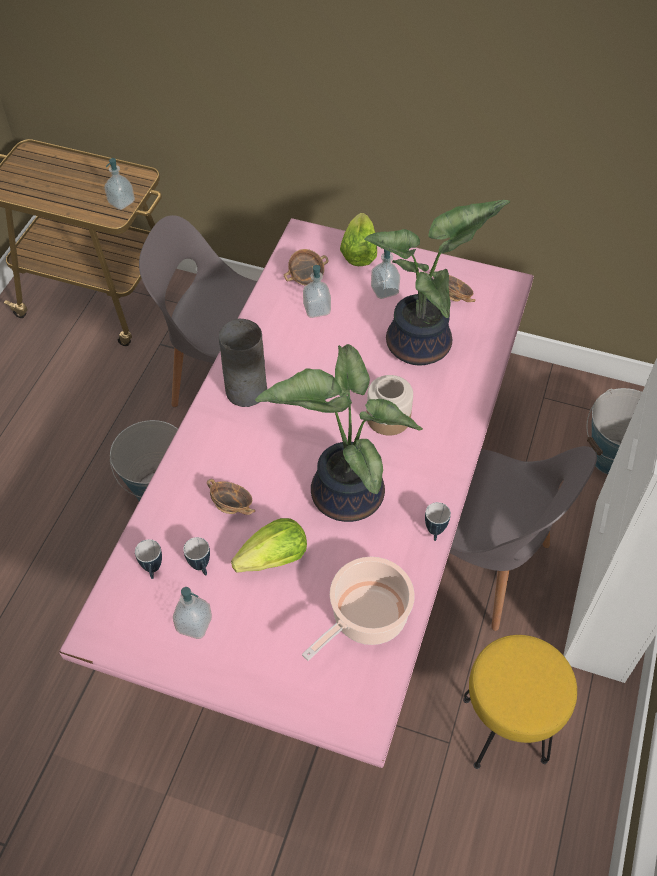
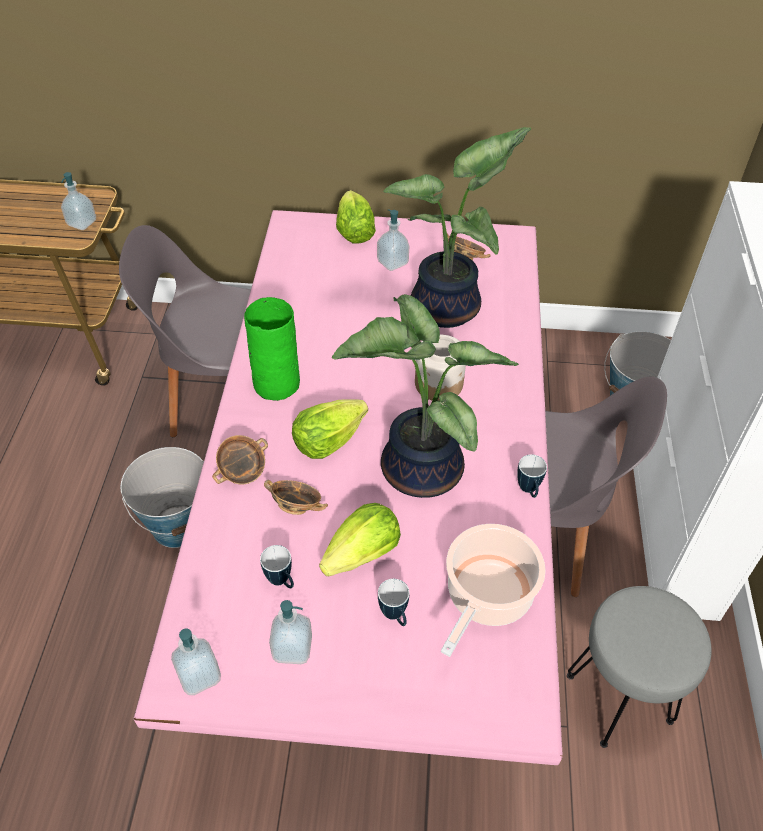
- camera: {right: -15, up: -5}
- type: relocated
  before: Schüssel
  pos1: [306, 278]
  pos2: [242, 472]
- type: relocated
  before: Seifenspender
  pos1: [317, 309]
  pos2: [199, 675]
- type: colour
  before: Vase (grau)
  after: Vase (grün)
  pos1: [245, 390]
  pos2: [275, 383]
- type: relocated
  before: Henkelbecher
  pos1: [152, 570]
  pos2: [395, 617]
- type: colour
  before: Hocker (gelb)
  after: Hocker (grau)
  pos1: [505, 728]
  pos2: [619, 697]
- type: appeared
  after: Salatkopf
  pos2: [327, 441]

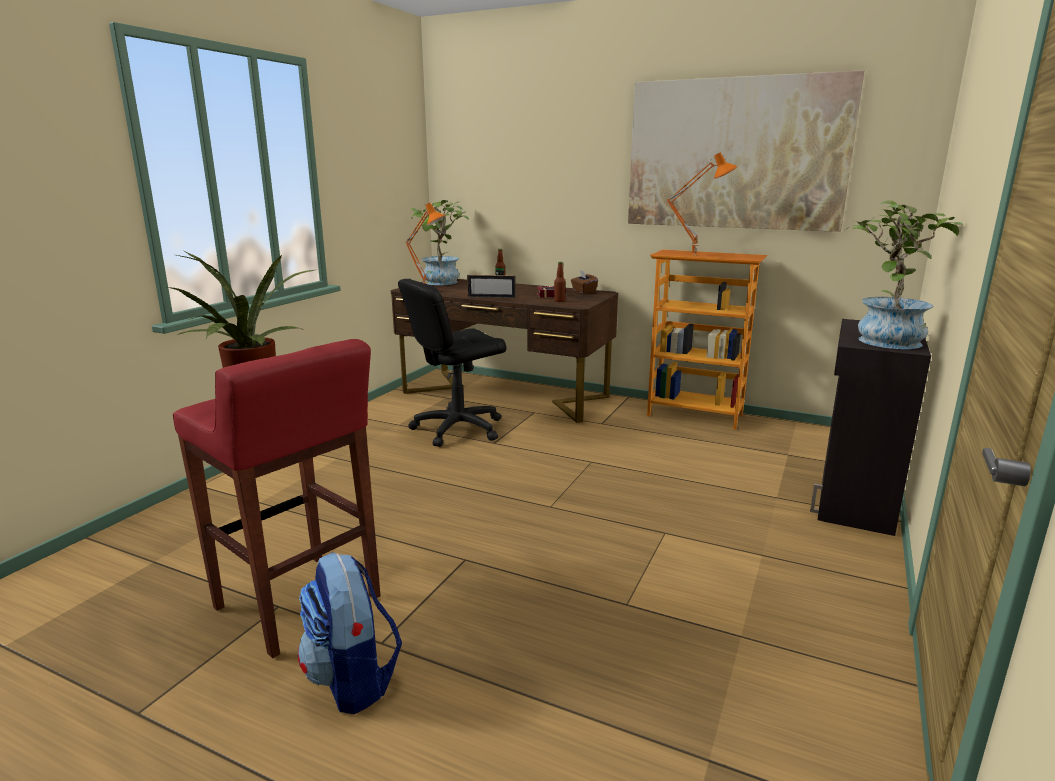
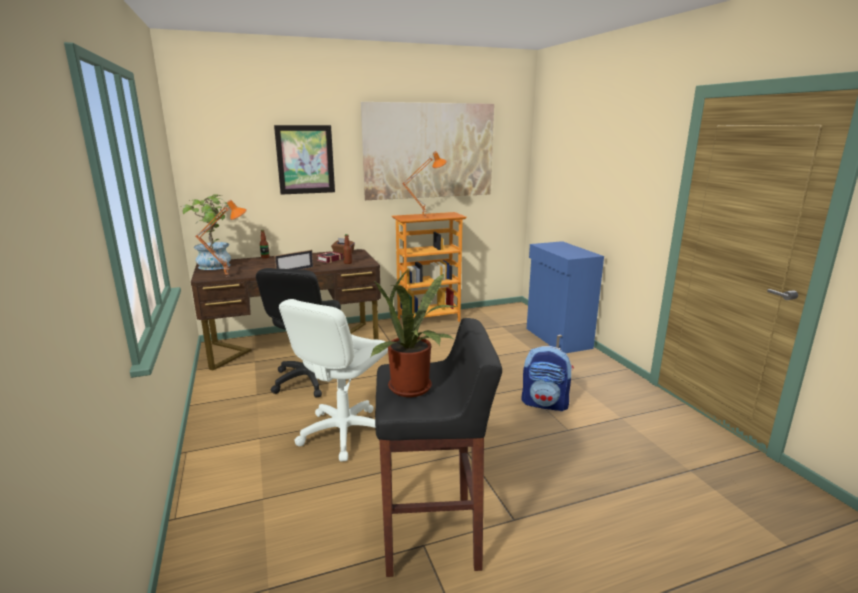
- camera: {right: -45, up: 0}
- type: missing
  before: Topfpflanze
  pos1: [885, 339]
- type: colour
  before: Schrank (schwarz)
  after: Schrank (blau)
  pos1: [853, 499]
  pos2: [557, 338]
- type: colour
  before: Hocker (rot)
  after: Hocker (schwarz)
  pos1: [299, 604]
  pos2: [432, 535]
- type: relocated
  before: Rucksack
  pos1: [353, 679]
  pos2: [545, 403]
- type: appeared
  after: Bild
  pos2: [305, 159]
- type: appeared
  after: Bürostuhl (weiß)
  pos2: [343, 432]

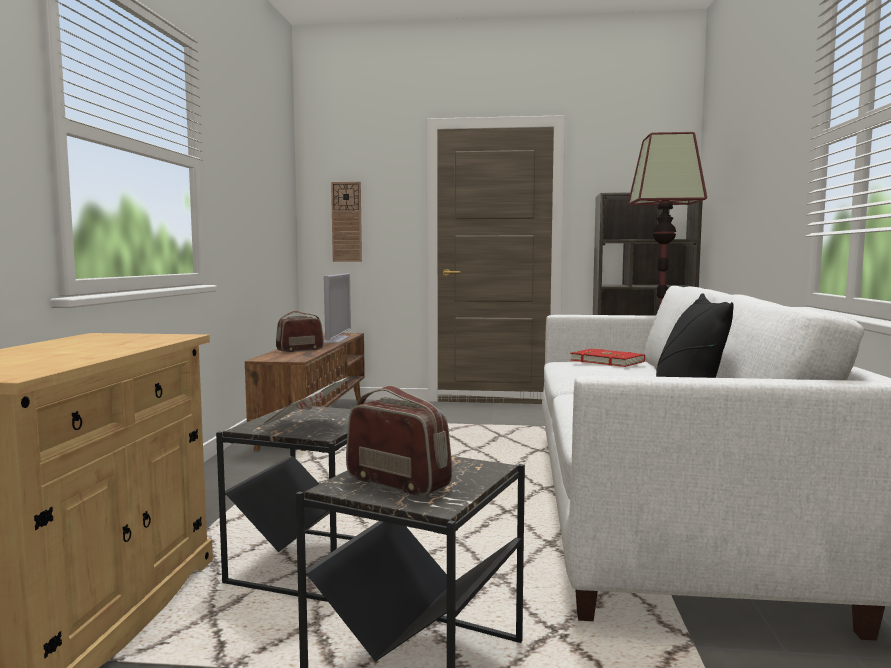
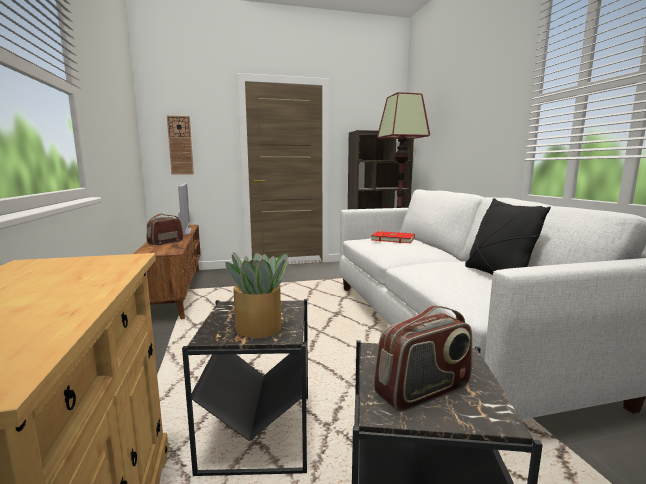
- camera: {right: -20, up: 5}
- type: exchanged
  before: Zeitung
  after: Topfpflanze
  pos1: [304, 427]
  pos2: [259, 328]
- type: spun
  before: Radio
  pos1: [398, 482]
  pos2: [423, 391]
  turn: 135

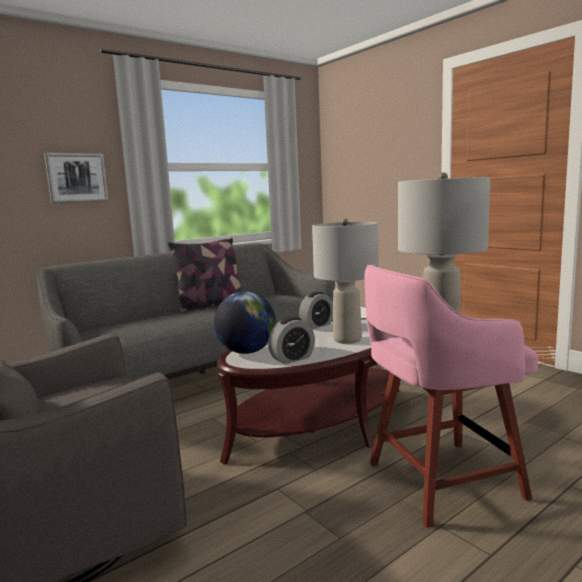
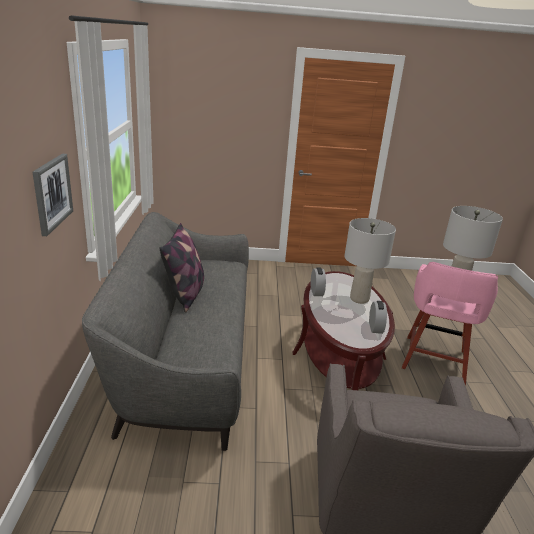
- camera: {right: -55, up: 15}
- type: missing
  before: Globus
  pos1: [247, 352]

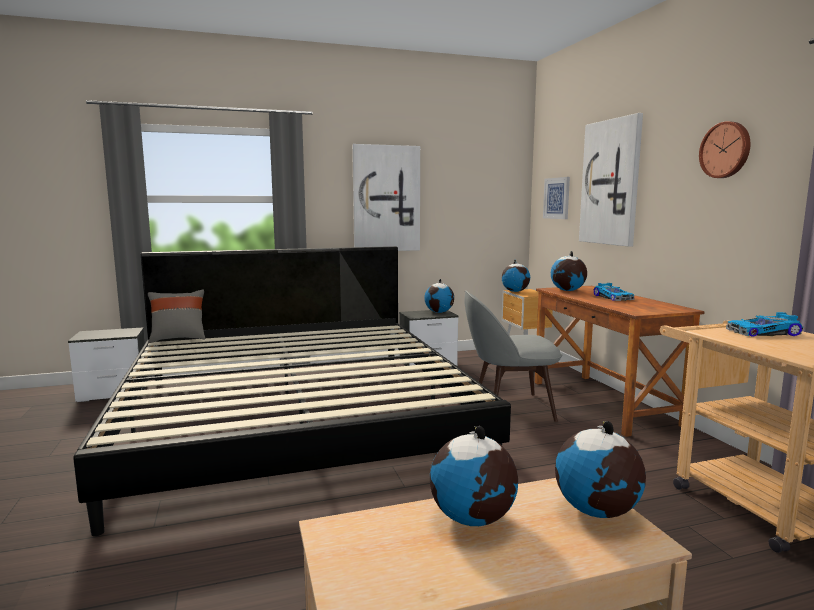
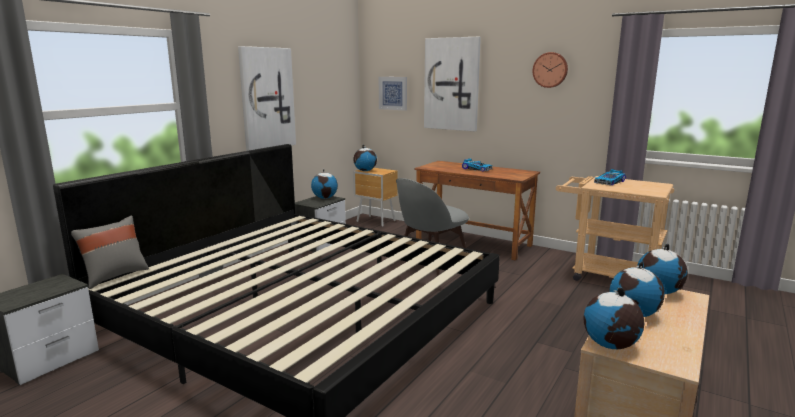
- camera: {right: -40, up: 5}
- type: relocated
  before: Globus
  pos1: [567, 290]
  pos2: [610, 345]

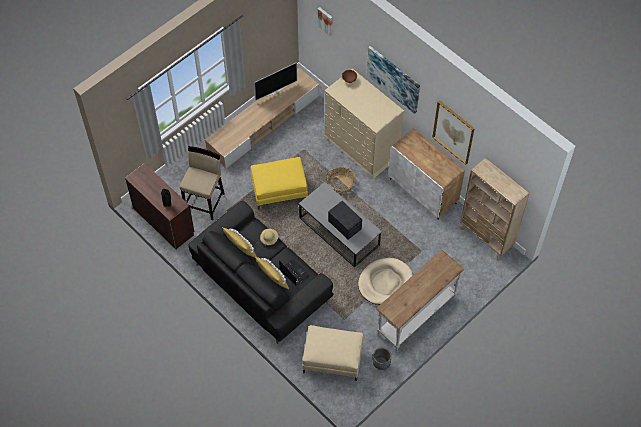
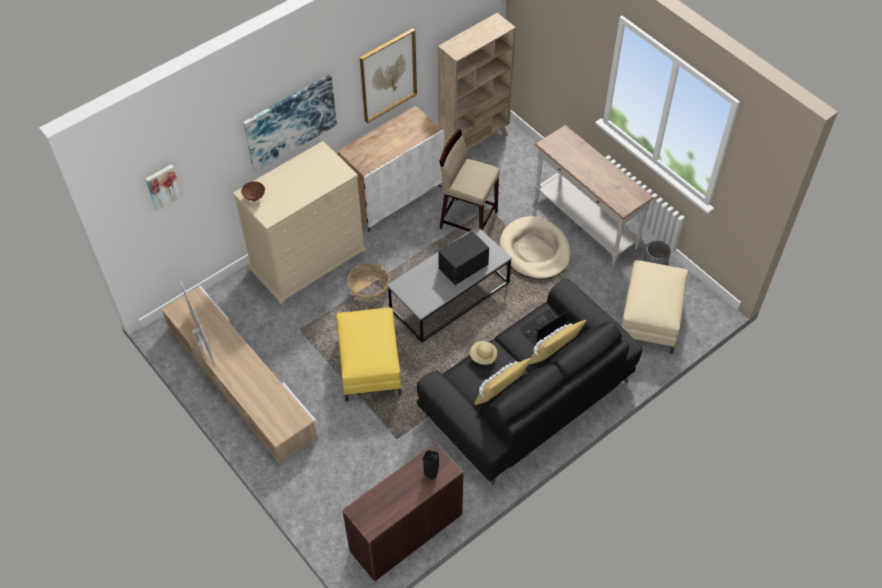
- camera: {right: -85, up: -5}
- type: relocated
  before: Hocker (beige)
  pos1: [205, 202]
  pos2: [468, 219]

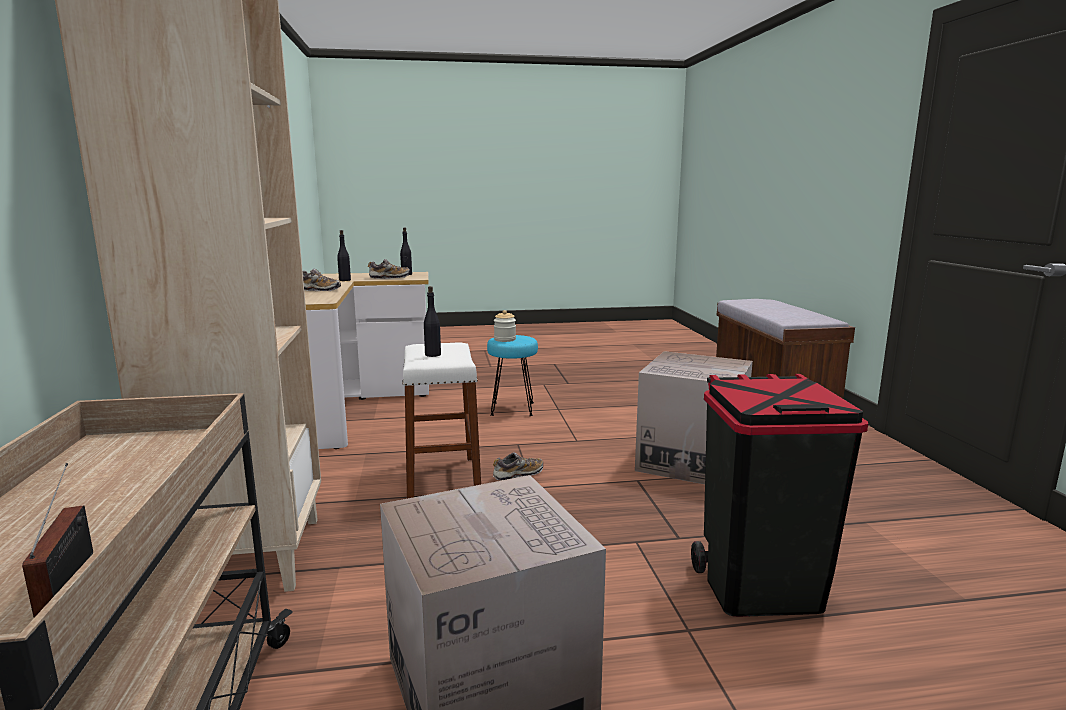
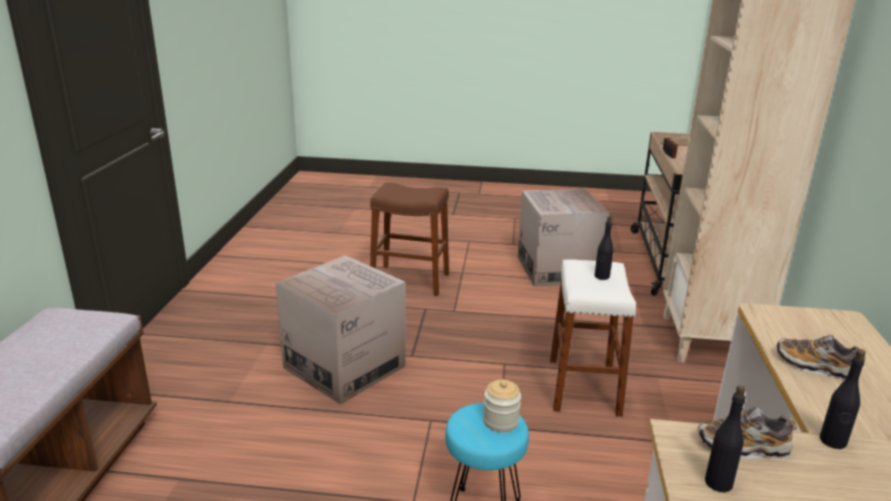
- camera: {right: -165, up: 10}
- type: exchanged
  before: Mülleimer (schwarz)
  after: Hocker (braun)
  pos1: [759, 588]
  pos2: [410, 280]
- type: missing
  before: Schuh
  pos1: [518, 475]

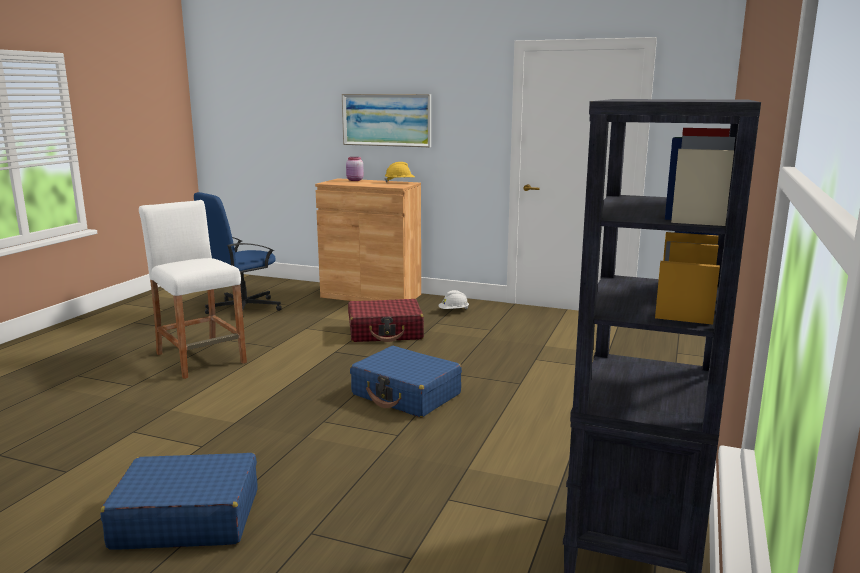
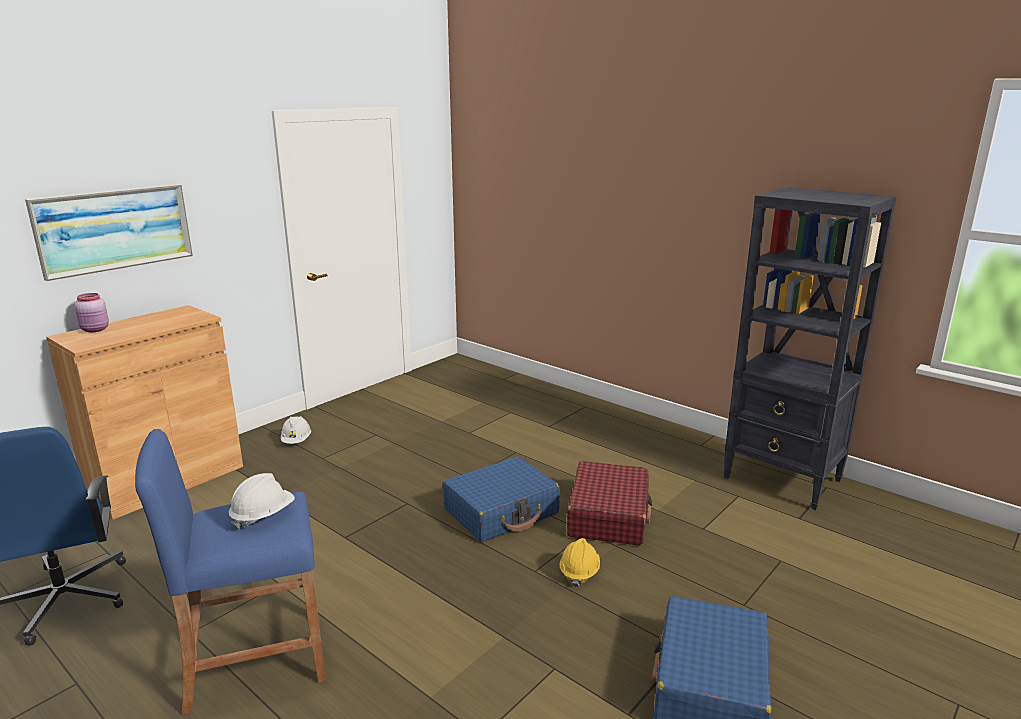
- camera: {right: -70, up: 5}
- type: relocated
  before: Schutzhelm (gelb)
  pos1: [400, 182]
  pos2: [579, 572]
- type: colour
  before: Hocker (weiß)
  after: Hocker (blau)
  pos1: [200, 358]
  pos2: [255, 660]
- type: relocated
  before: Koffer (rot)
  pos1: [385, 332]
  pos2: [609, 515]
- type: appeared
  after: Schutzhelm (weiß)
  pos2: [263, 515]

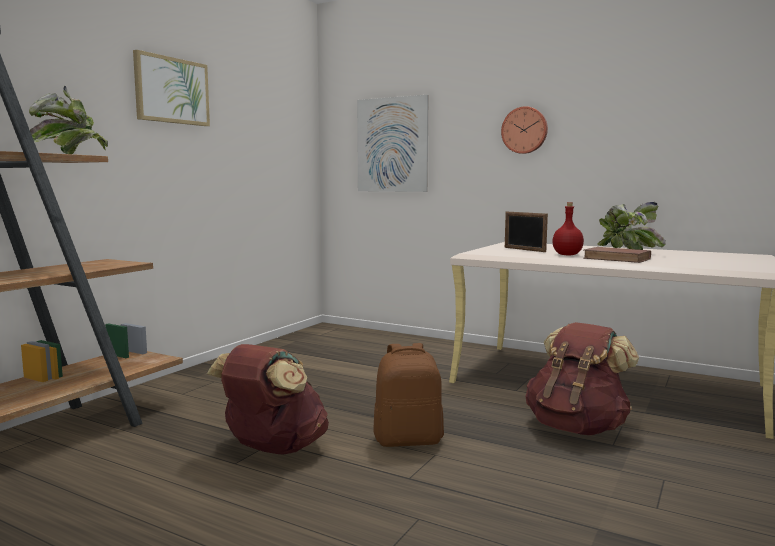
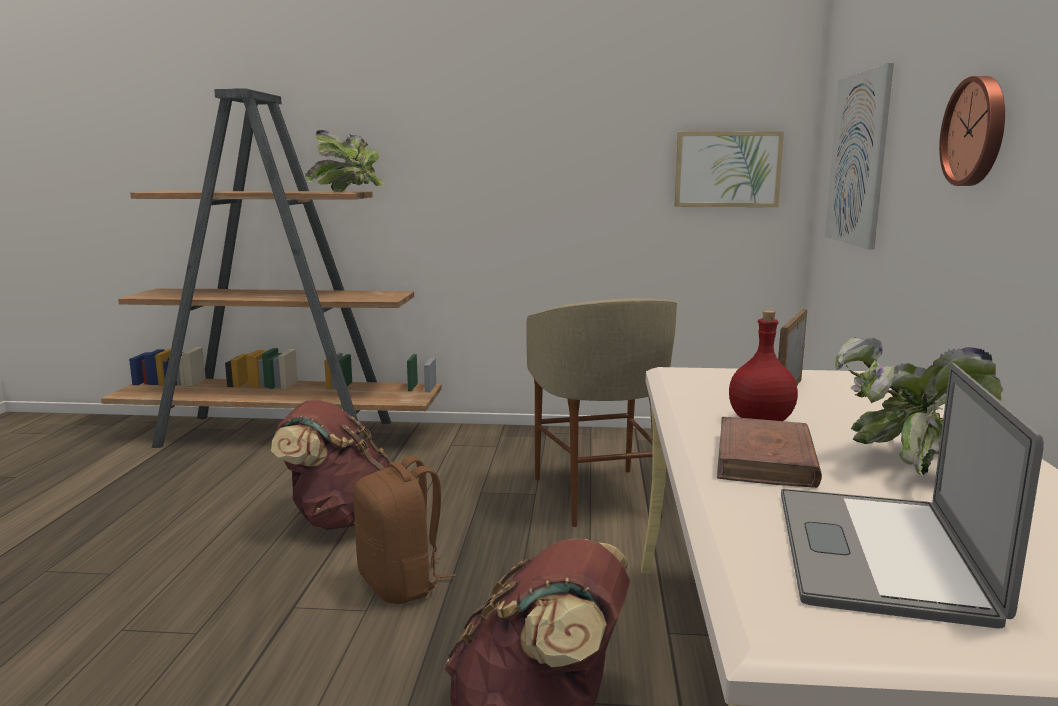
- camera: {right: 65, up: 5}
- type: relocated
  before: Bild
  pos1: [172, 90]
  pos2: [727, 169]
- type: appeared
  after: Hocker (beige)
  pos2: [599, 497]
- type: appeared
  after: Laptop
  pos2: [878, 552]

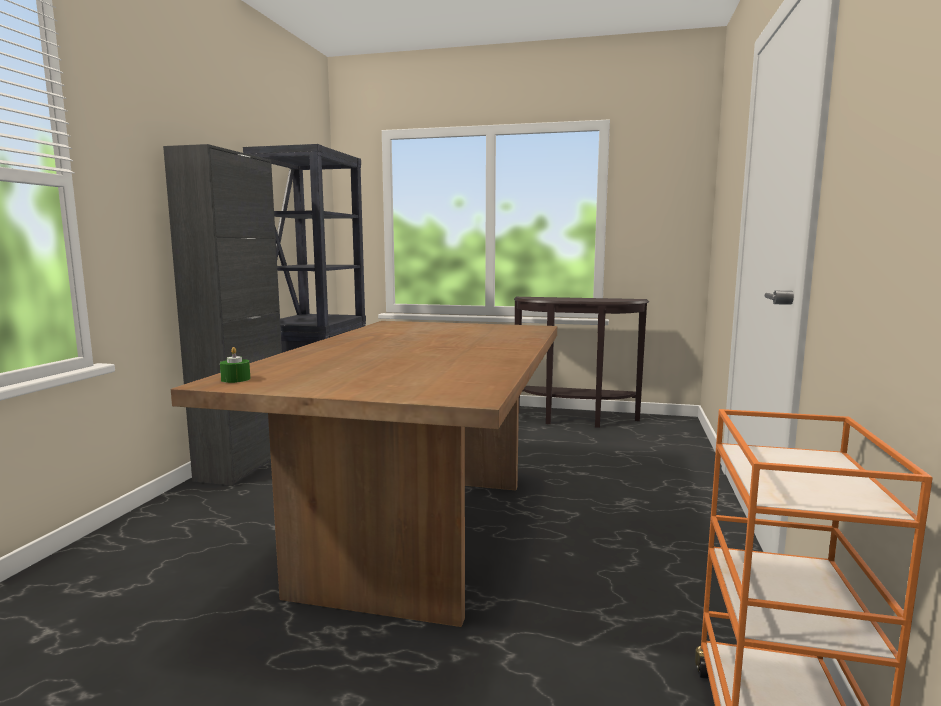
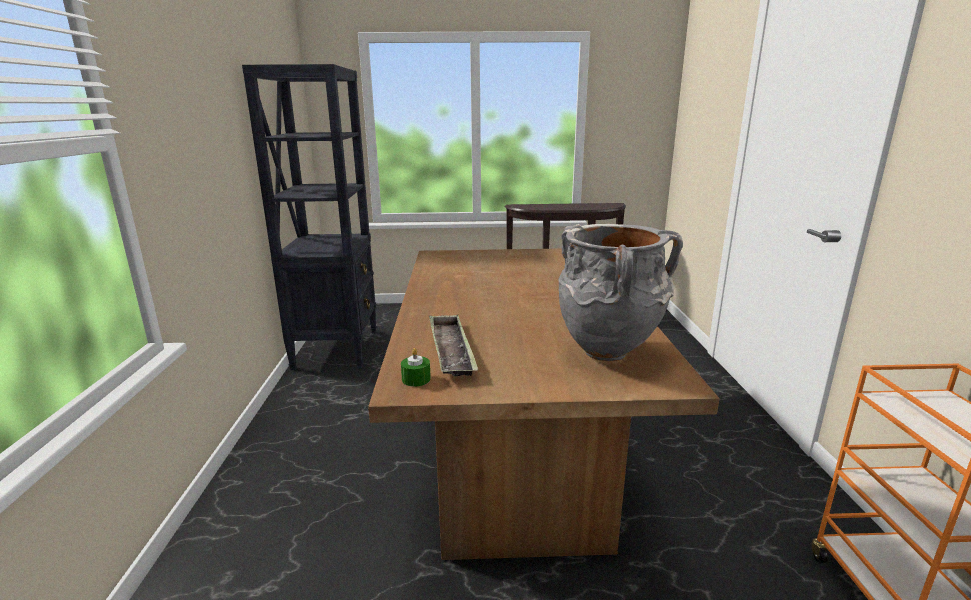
- camera: {right: -15, up: 10}
- type: missing
  before: Schrank (schwarz)
  pos1: [243, 465]
- type: appeared
  after: Vase (grau)
  pos2: [609, 353]
- type: appeared
  after: Tablett
  pos2: [451, 350]

